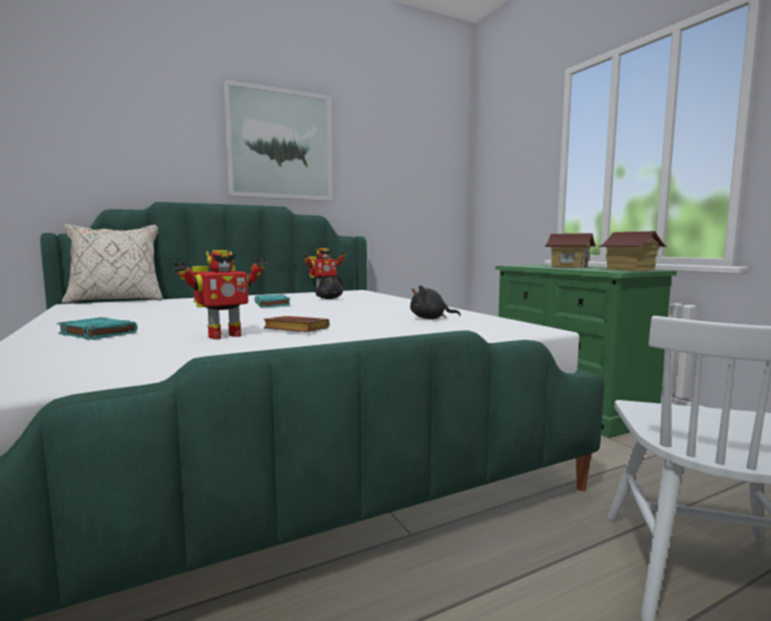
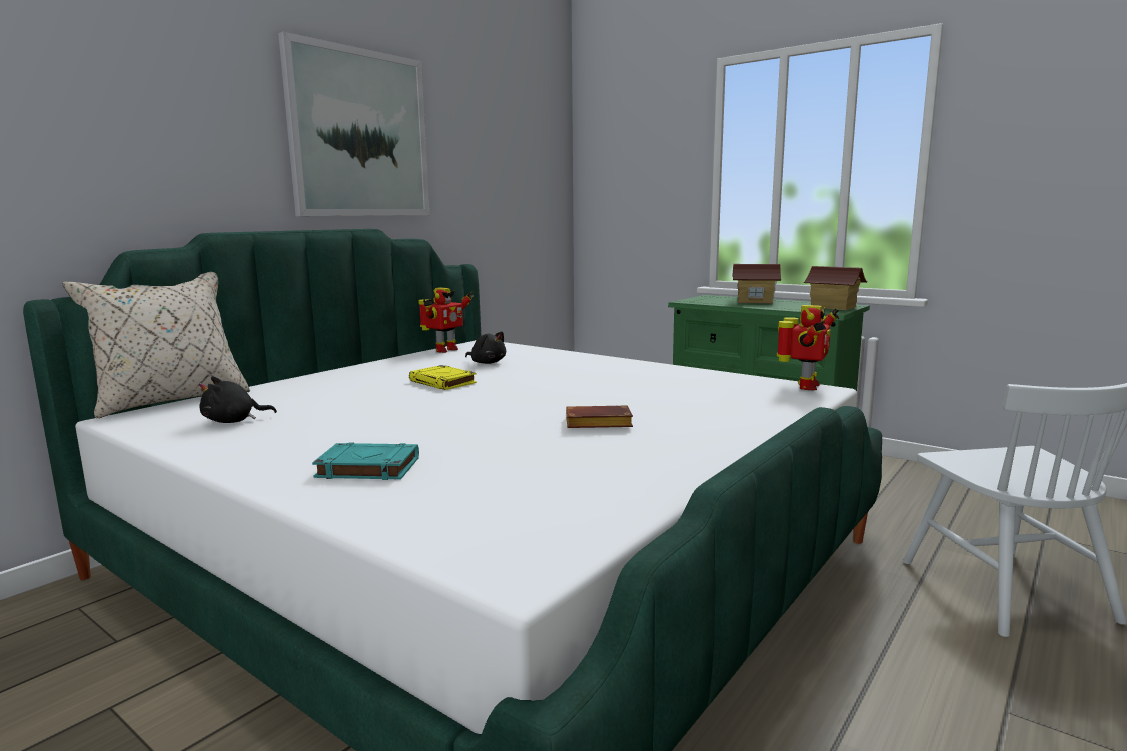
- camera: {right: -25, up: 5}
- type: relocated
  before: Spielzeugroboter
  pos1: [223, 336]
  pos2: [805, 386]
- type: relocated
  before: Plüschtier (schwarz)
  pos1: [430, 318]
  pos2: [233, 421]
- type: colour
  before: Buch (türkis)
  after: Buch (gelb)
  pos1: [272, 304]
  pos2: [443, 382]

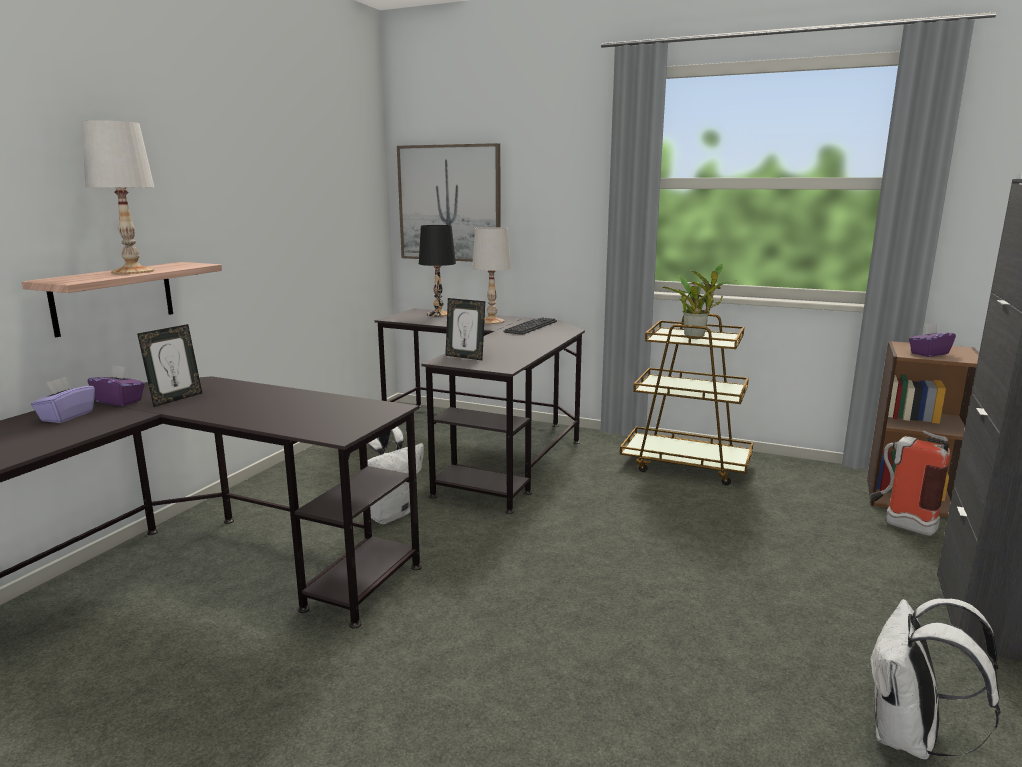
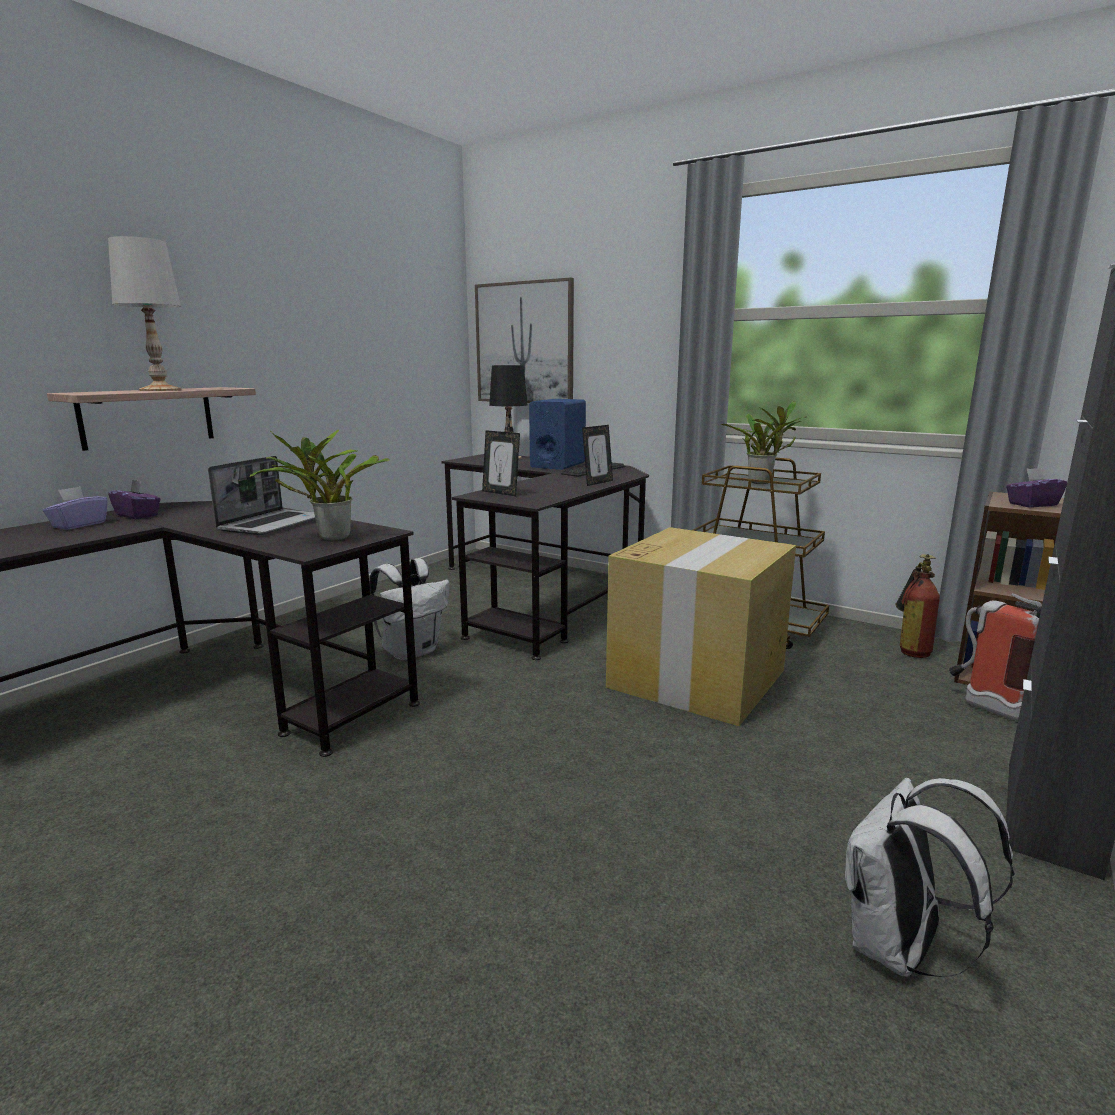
- camera: {right: 10, up: 0}
- type: exchanged
  before: Tischlampe (weiß)
  after: Lautsprecher (blau)
  pos1: [492, 321]
  pos2: [558, 465]
- type: relocated
  before: Bilderrahmen
  pos1: [176, 399]
  pos2: [597, 482]
- type: appeared
  after: Topfpflanze
  pos2: [330, 538]
- type: appeared
  after: Laptop
  pos2: [273, 524]
- type: appeared
  after: Karton
  pos2: [697, 678]
- type: appeared
  after: Feuerlöscher
  pos2: [910, 648]

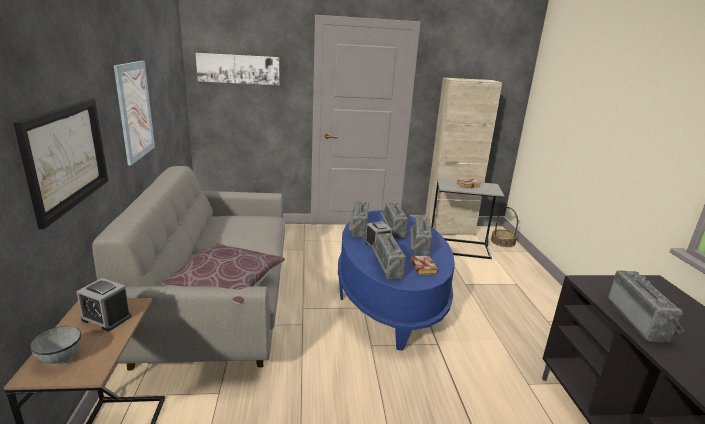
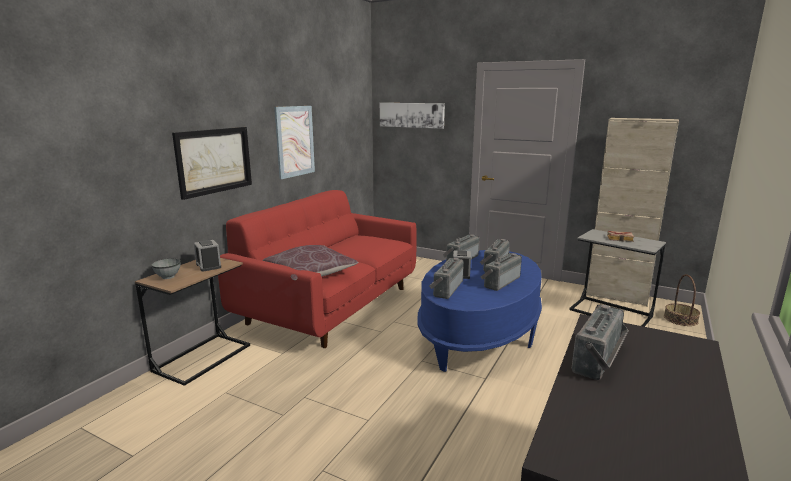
- camera: {right: 35, up: -5}
- type: colour
  before: Sofa (grau)
  after: Sofa (rot)
  pos1: [217, 308]
  pos2: [331, 305]
- type: missing
  before: Buch
  pos1: [422, 267]

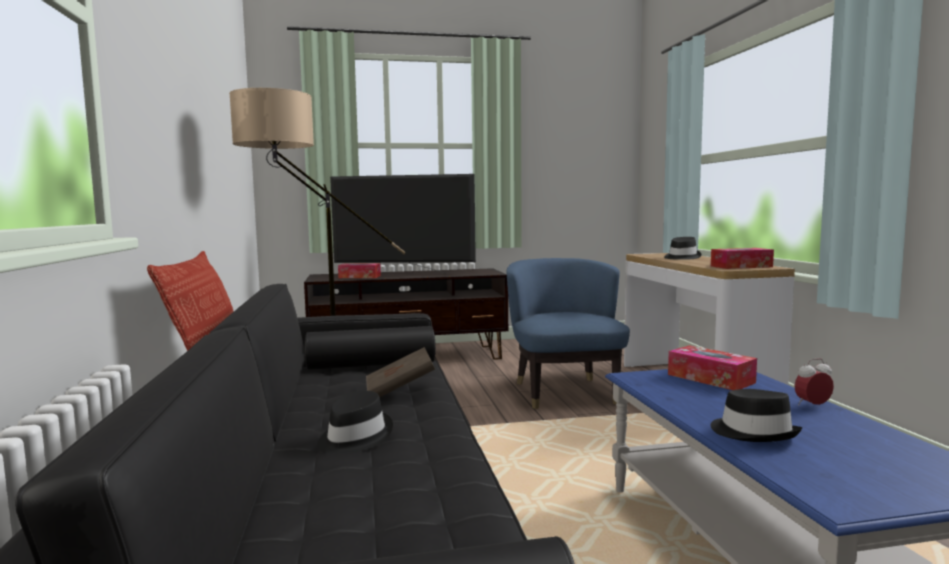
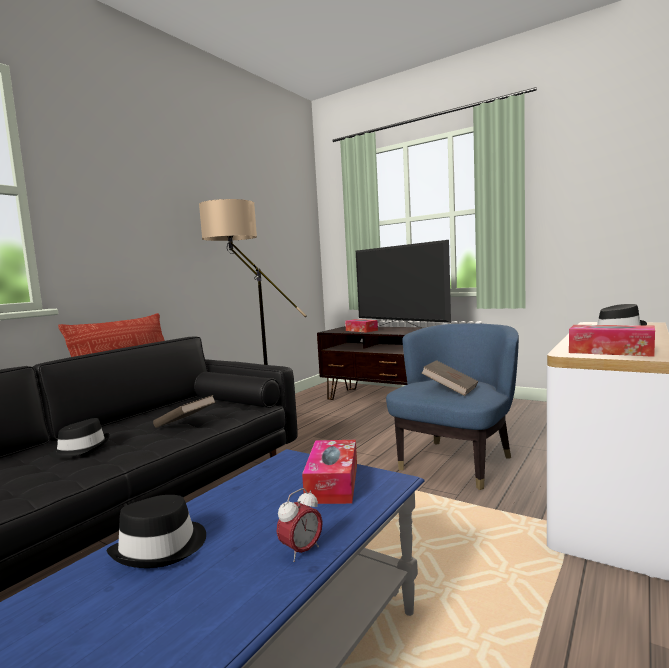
- camera: {right: 45, up: 0}
- type: spun
  before: Wecker
  pos1: [812, 406]
  pos2: [301, 551]
  turn: 105
- type: appeared
  after: Buch (braun)
  pos2: [450, 389]

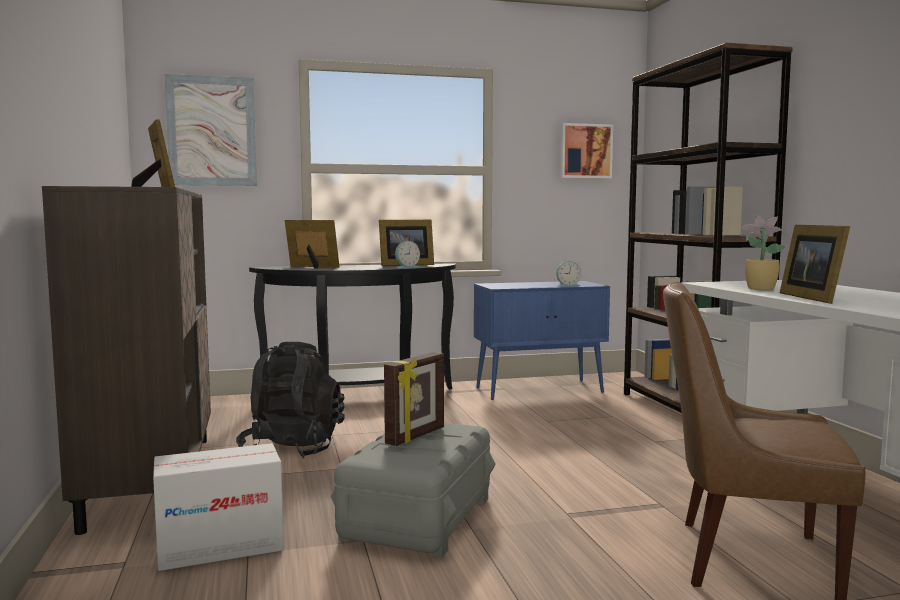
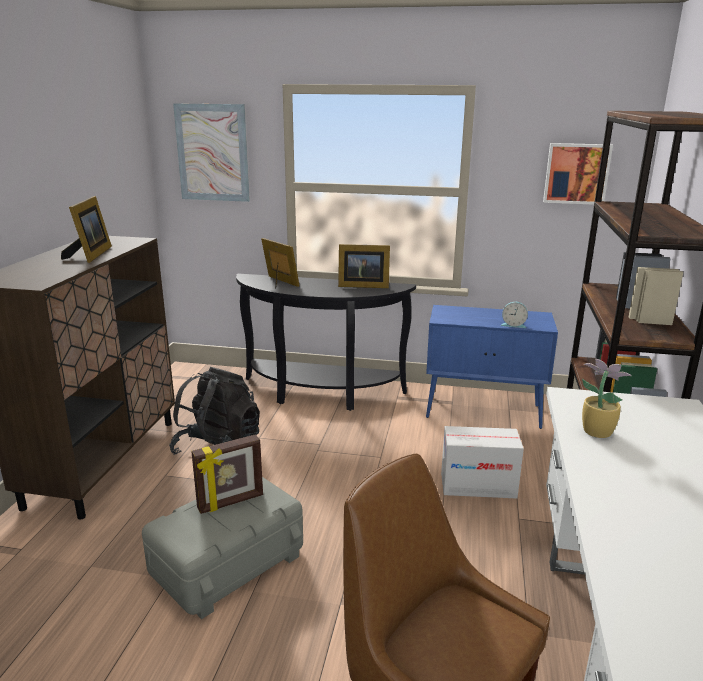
- camera: {right: 25, up: 15}
- type: missing
  before: Bilderrahmen
  pos1: [813, 298]
- type: missing
  before: Wecker
  pos1: [406, 267]
- type: relocated
  before: Karton
  pos1: [220, 547]
  pos2: [478, 486]

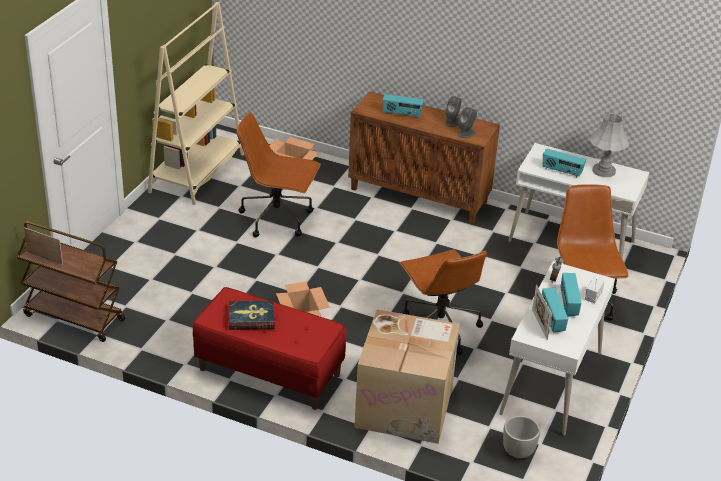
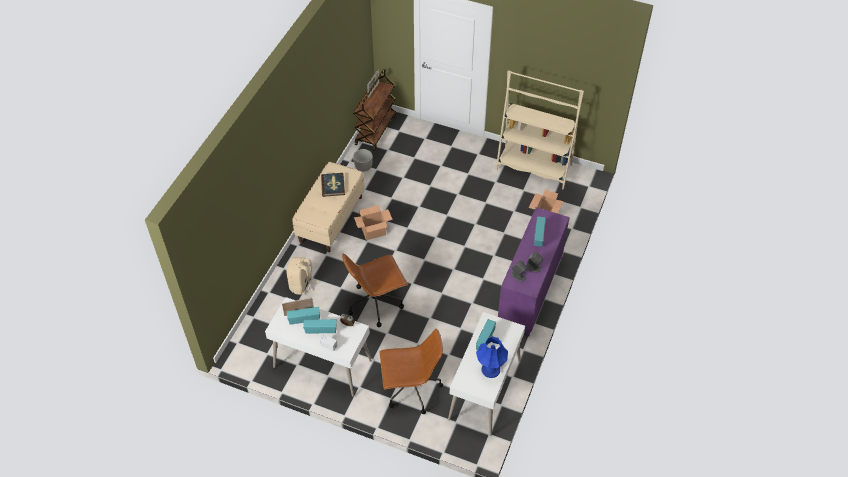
- camera: {right: 90, up: 15}
- type: colour
  before: Schrank (braun)
  after: Schrank (lila)
  pos1: [419, 196]
  pos2: [530, 293]
- type: missing
  before: Bürostuhl (braun)
  pos1: [277, 218]
- type: colour
  before: Tischlampe (grau)
  after: Tischlampe (blau)
  pos1: [604, 171]
  pos2: [490, 369]
- type: colour
  before: Bank (rot)
  after: Bank (beige)
  pos1: [269, 372]
  pos2: [331, 219]
- type: exchanged
  before: Karton
  after: Rucksack (beige)
  pos1: [406, 405]
  pos2: [302, 285]
- type: relocated
  before: Pflanzkübel (grau)
  pos1: [518, 451]
  pos2: [363, 168]

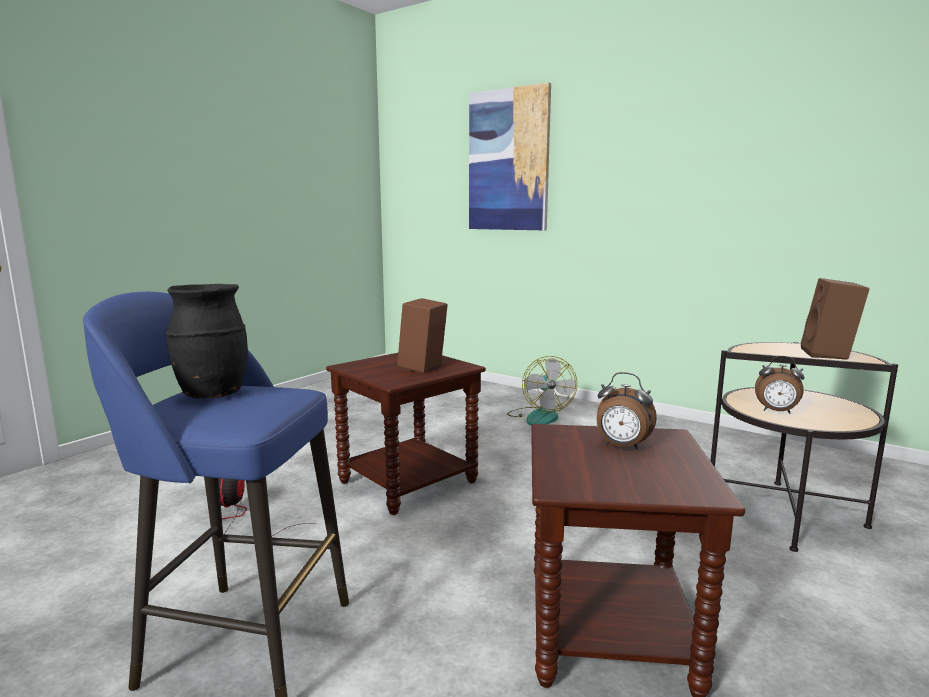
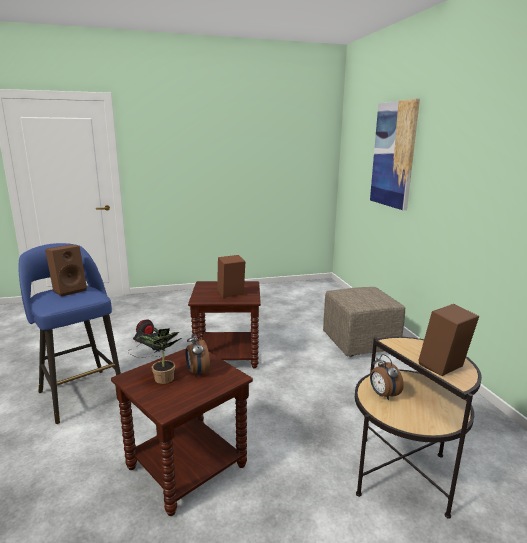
- camera: {right: 40, up: 5}
- type: exchanged
  before: Vase (schwarz)
  after: Lautsprecher (braun)
  pos1: [212, 394]
  pos2: [69, 290]
- type: exchanged
  before: Ventilator
  after: Polsterhocker (beige)
  pos1: [539, 416]
  pos2: [360, 343]
- type: appeared
  after: Topfpflanze
  pos2: [161, 379]

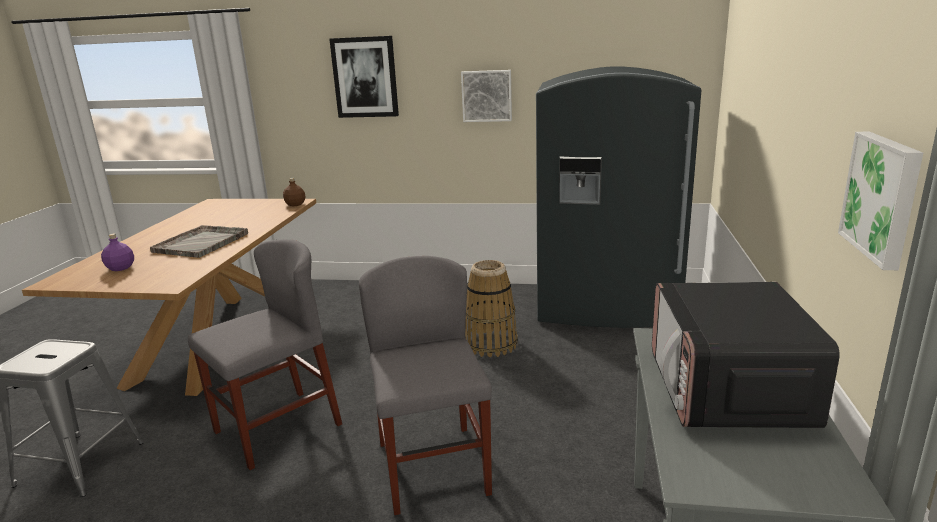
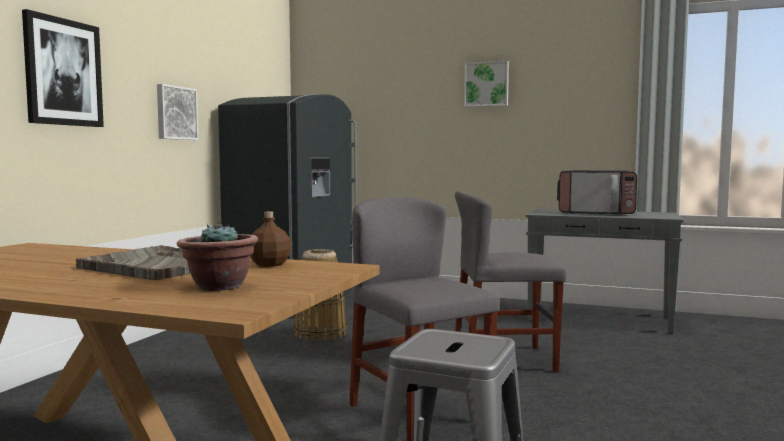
- camera: {right: -80, up: -15}
- type: relocated
  before: Bild
  pos1: [883, 197]
  pos2: [486, 84]
- type: relocated
  before: Flasche (braun)
  pos1: [295, 204]
  pos2: [269, 264]
- type: exchanged
  before: Flasche (lila)
  after: Topfpflanze
  pos1: [120, 268]
  pos2: [219, 286]

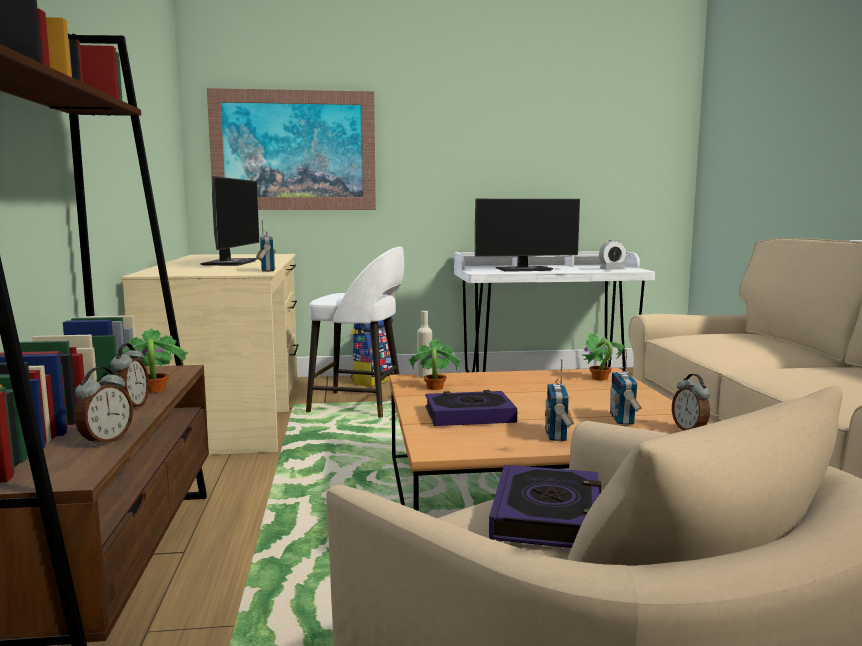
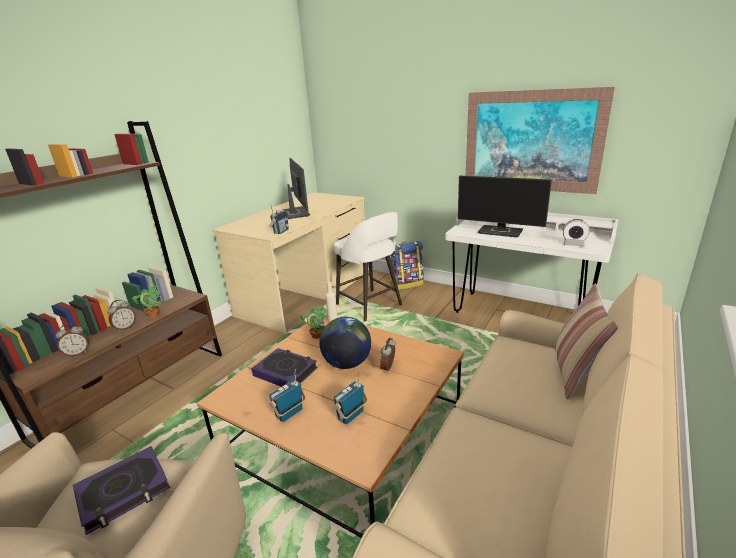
- camera: {right: 40, up: 15}
- type: relocated
  before: Bild
  pos1: [293, 150]
  pos2: [531, 141]
- type: spun
  before: Monitor
  pos1: [230, 263]
  pos2: [295, 213]
  turn: -60
- type: missing
  before: Topfpflanze
  pos1: [599, 378]
- type: relocated
  before: Wecker
  pos1: [690, 430]
  pos2: [389, 368]
- type: appeared
  after: Kissen
  pos2: [574, 372]
- type: appeared
  after: Globus
  pos2: [347, 363]

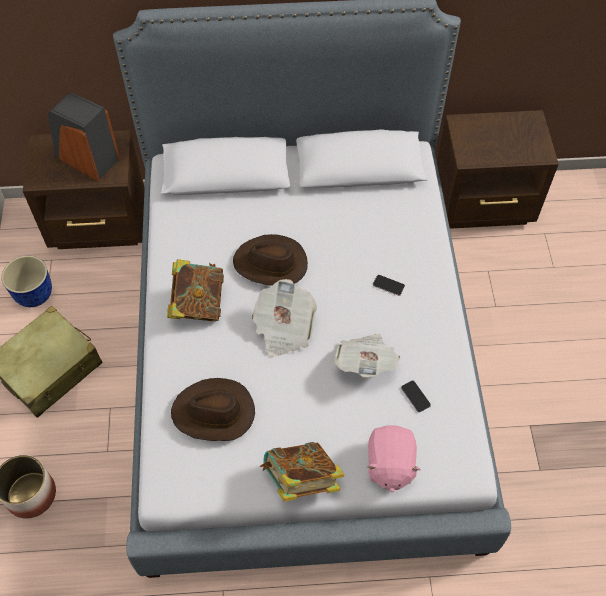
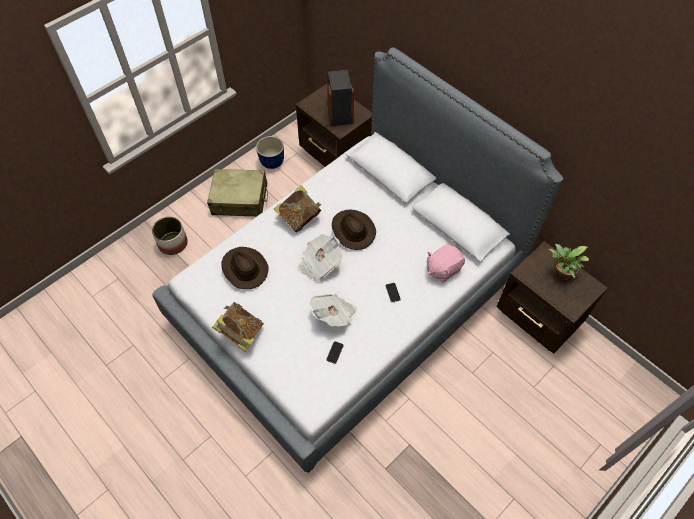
- camera: {right: 50, up: 0}
- type: relocated
  before: Plüschtier (rosa)
  pos1: [389, 465]
  pos2: [443, 269]
- type: appeared
  after: Topfpflanze
  pos2: [560, 274]

